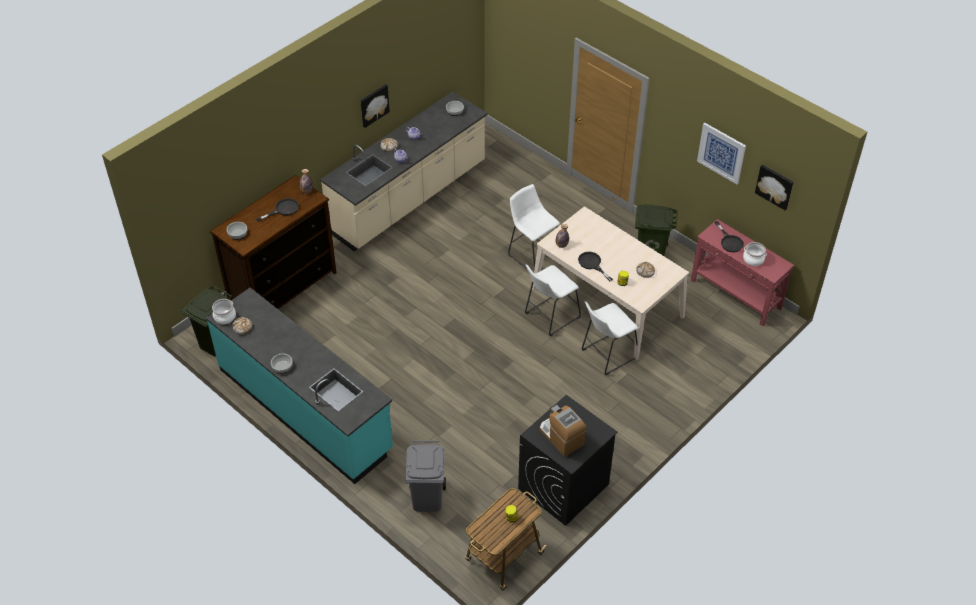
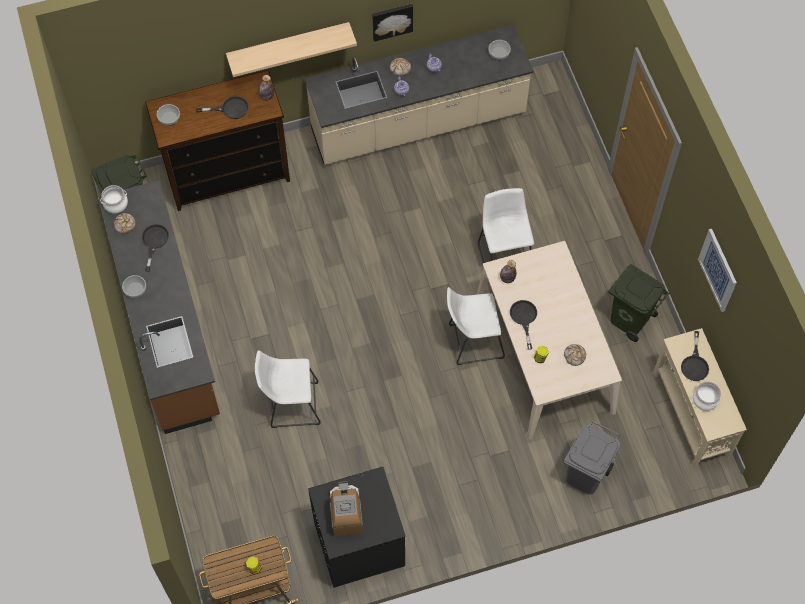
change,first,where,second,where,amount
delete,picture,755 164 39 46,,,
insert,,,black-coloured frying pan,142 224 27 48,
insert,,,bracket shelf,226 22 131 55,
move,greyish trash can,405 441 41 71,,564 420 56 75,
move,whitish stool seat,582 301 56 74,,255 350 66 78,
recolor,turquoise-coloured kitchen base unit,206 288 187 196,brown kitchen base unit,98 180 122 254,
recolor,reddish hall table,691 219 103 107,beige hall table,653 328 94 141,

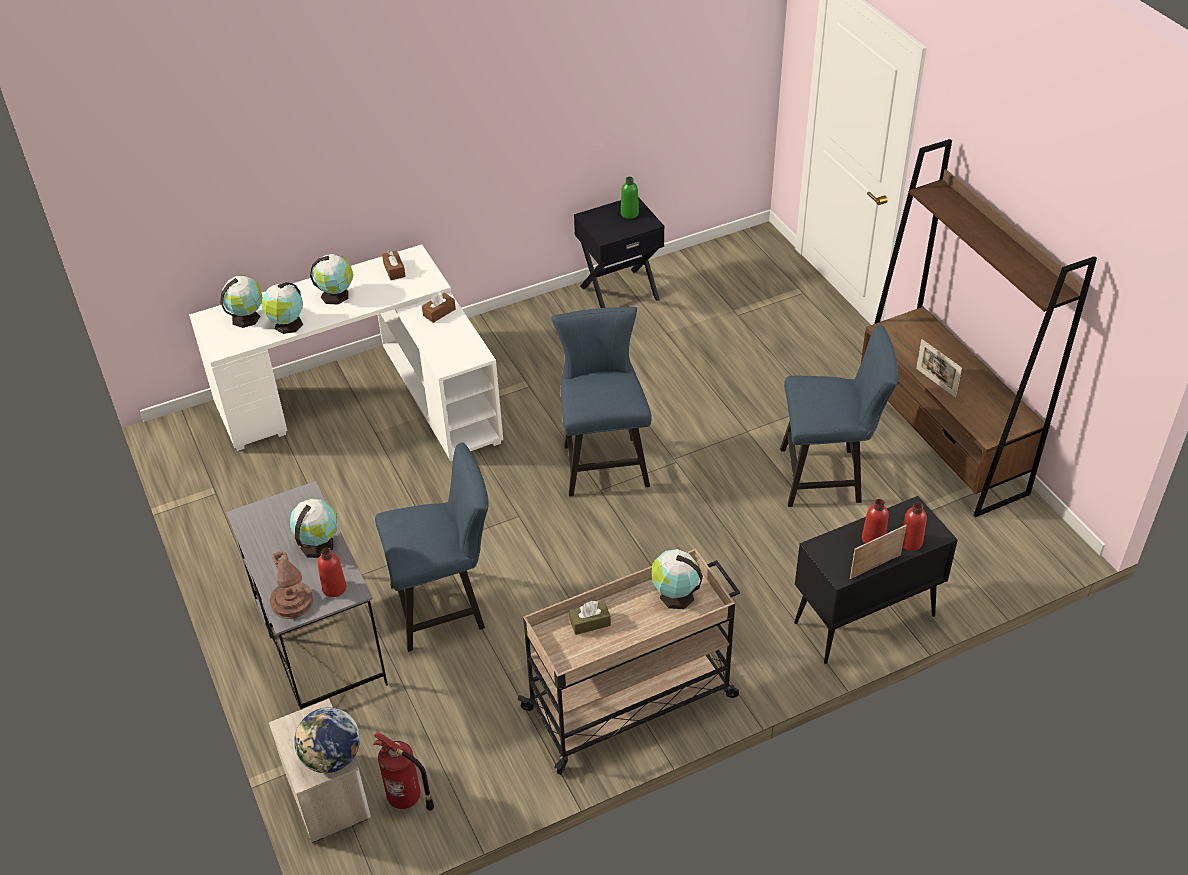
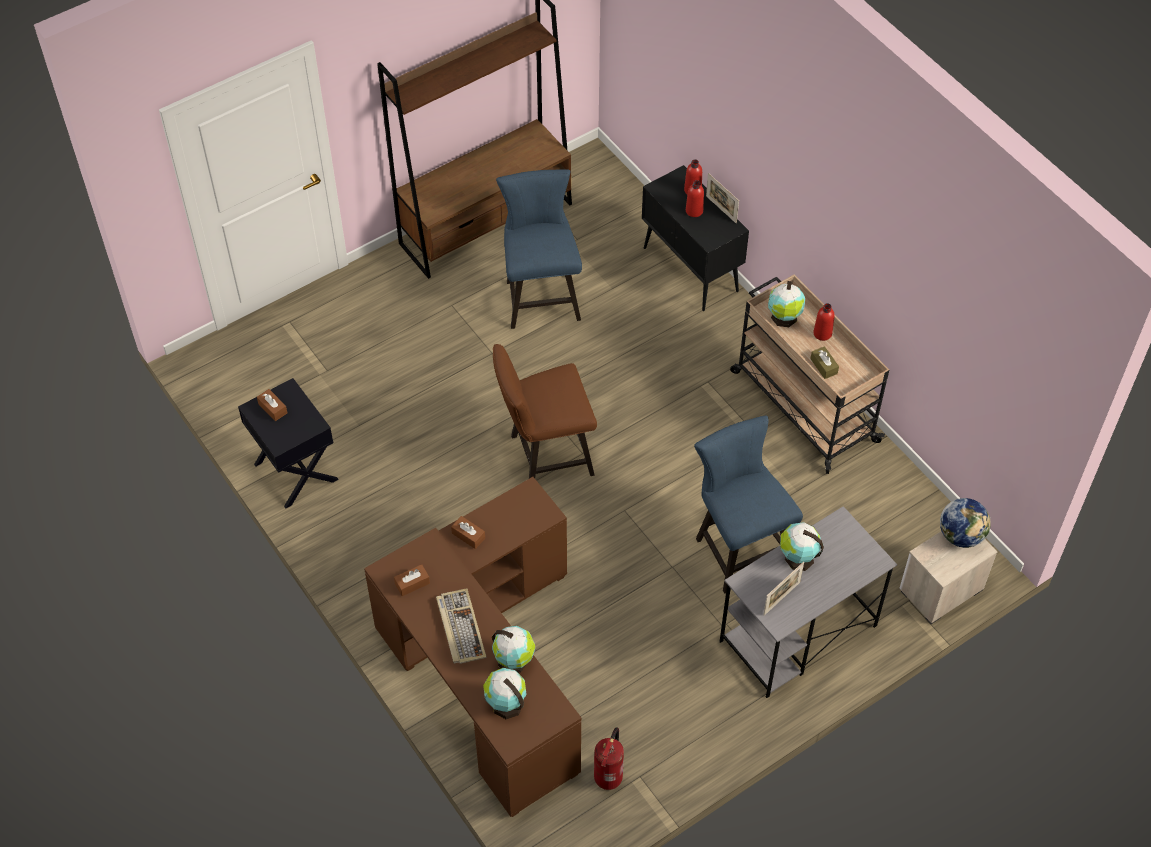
change,first,where,second,where,amount
delete,brown table lamp,270 552 43 67,,,
move,reddish bottle,318 548 28 49,,813 303 22 38,
move,fire-fighting cylinder,373 731 61 80,,594 727 30 63,
move,standing frame,916 339 46 58,,763 562 41 54,
replace,desk globe,310 254 43 51,keyboard,436 588 51 76,
replace,green-coloured bottle,621 177 18 42,brown box of tissues,257 389 30 32,
recolor,whitish desk table,189 244 314 217,brown desk table,364 477 218 340,
recolor,blue-coloured upright chair,551 307 101 189,brown upright chair,493 344 104 135,

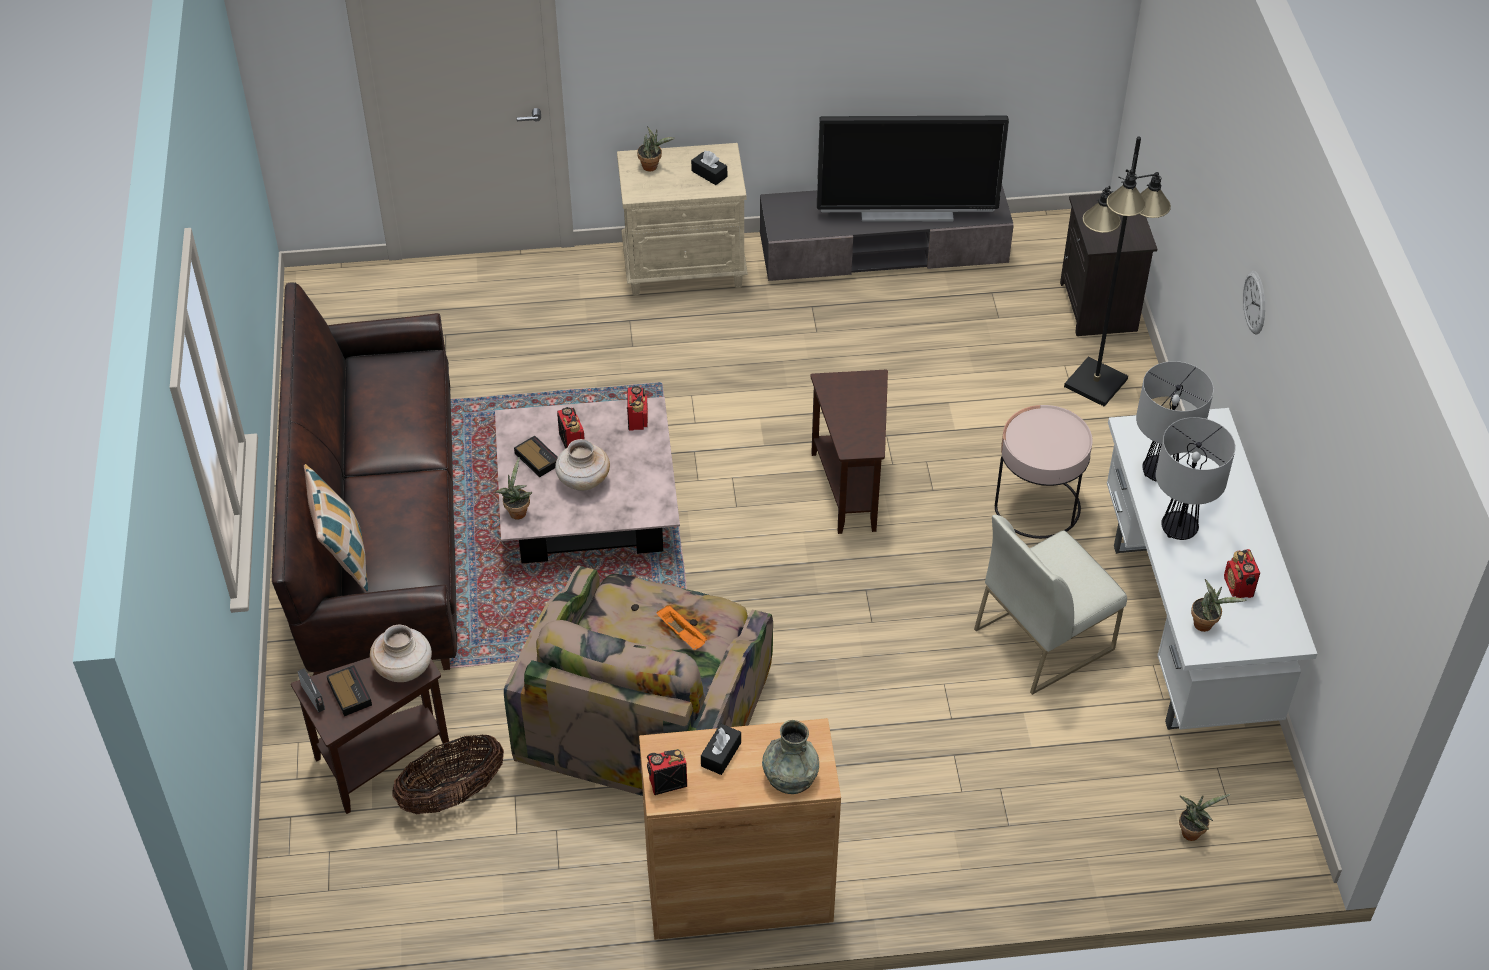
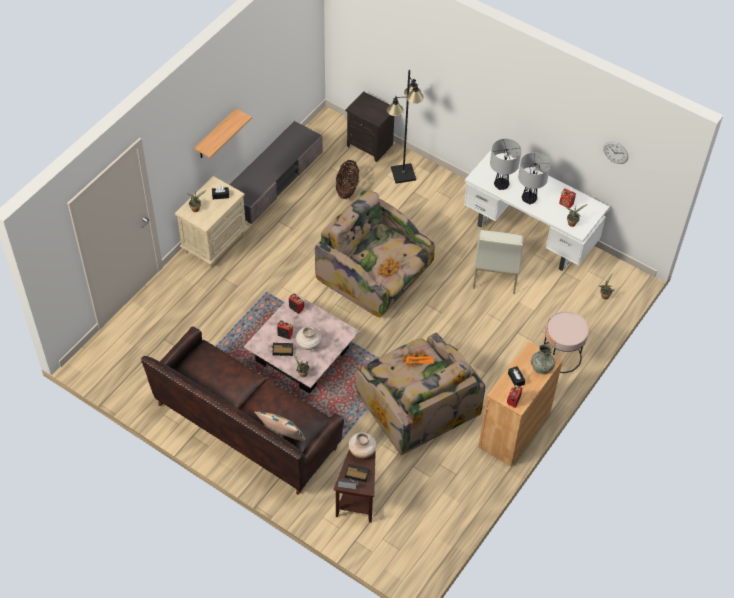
change,first,where,second,where,amount
delete,television,817 116 192 106,,,
insert,,,bracket shelf,194 109 58 49,
move,basket,392 734 112 80,,336 160 23 39,
move,pinkish end table,995 405 98 134,,544 311 45 62,
move,hanging clock,1243 271 22 63,,603 141 25 23,
replace,brown end table,810 370 78 164,armchair,315 190 120 128,

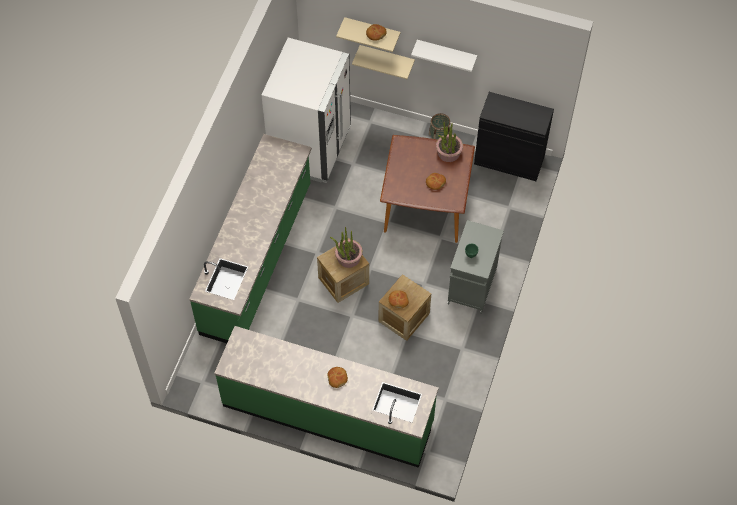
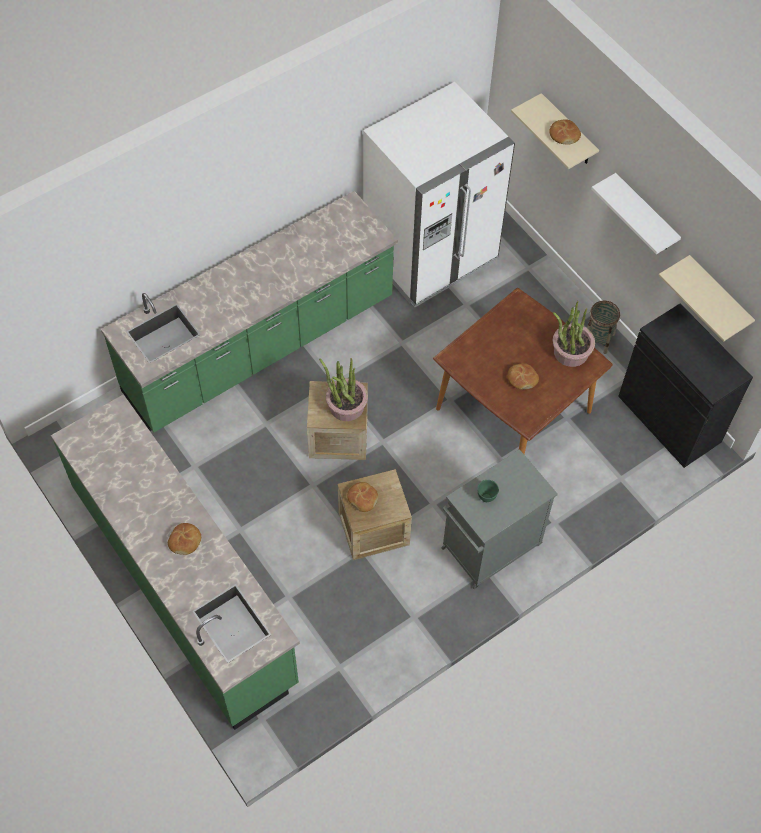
change,first,where,second,where,amount
move,beige bracket shelf,352 45 63 34,,658 255 97 87,

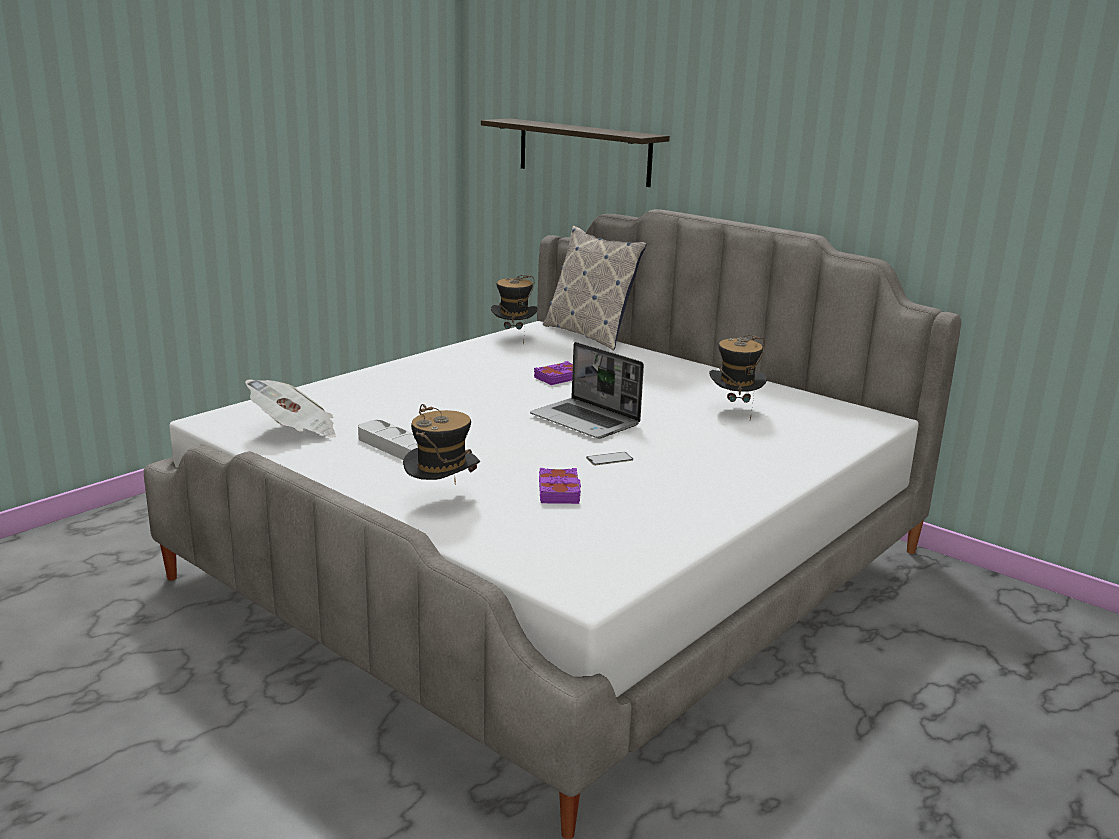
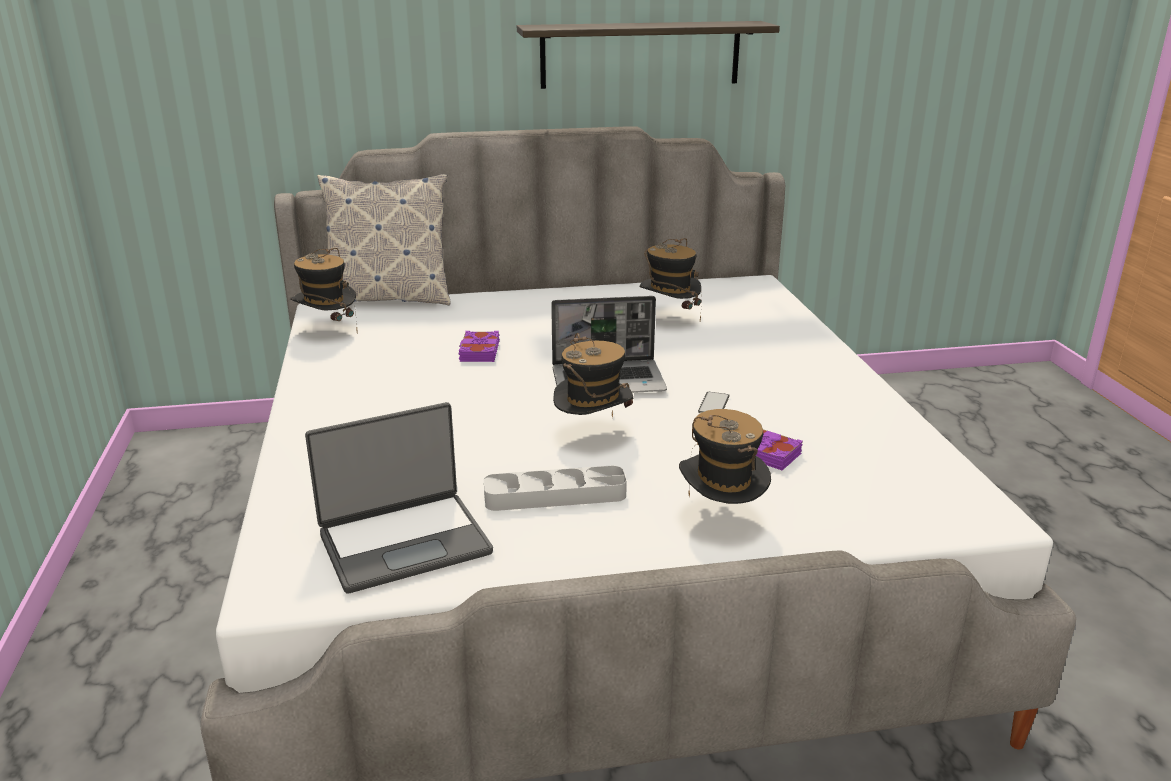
change,first,where,second,where,amount
insert,,,wearable hat,553 333 81 85,
move,bracket shelf,481 118 189 69,,517 21 263 68,
replace,printed paper,245 379 91 59,notebook computer,305 402 188 192,

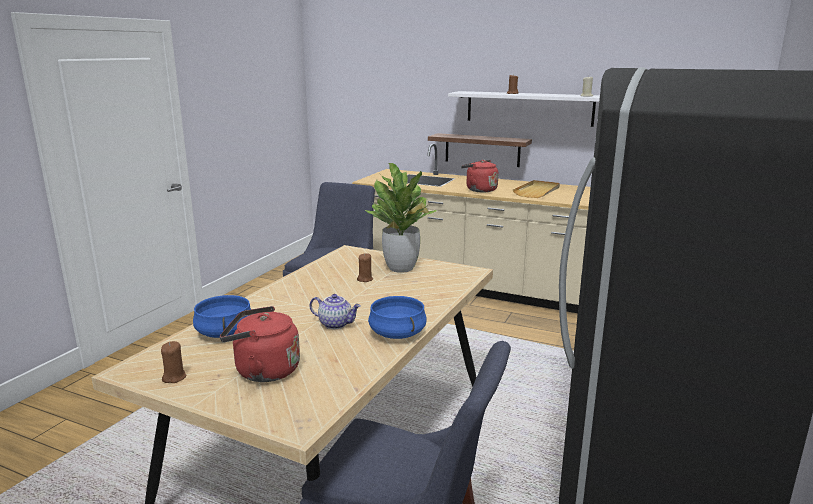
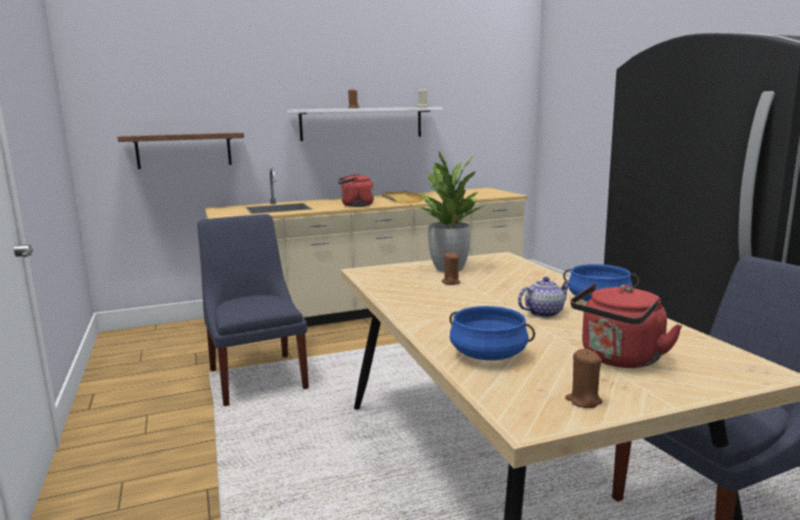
change,first,where,second,where,amount
move,bracket shelf,428 133 104 34,,117 132 127 37,

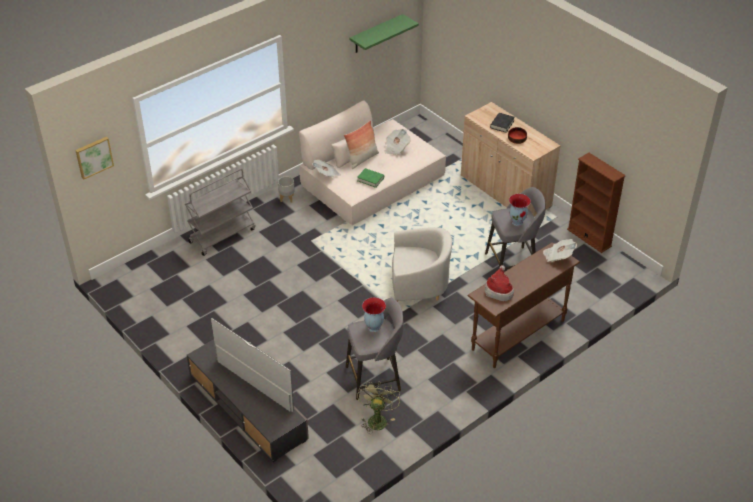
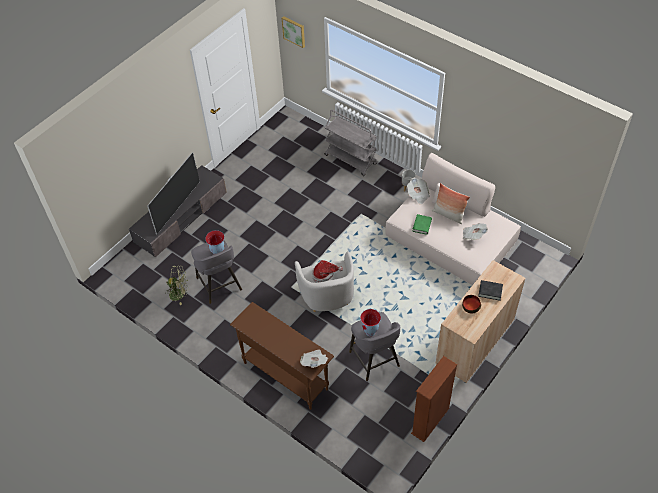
change,first,where,second,where,amount
delete,green-coloured bracket shelf,350 14 69 39,,,
move,wearable hat,485 265 29 36,,312 260 31 23,

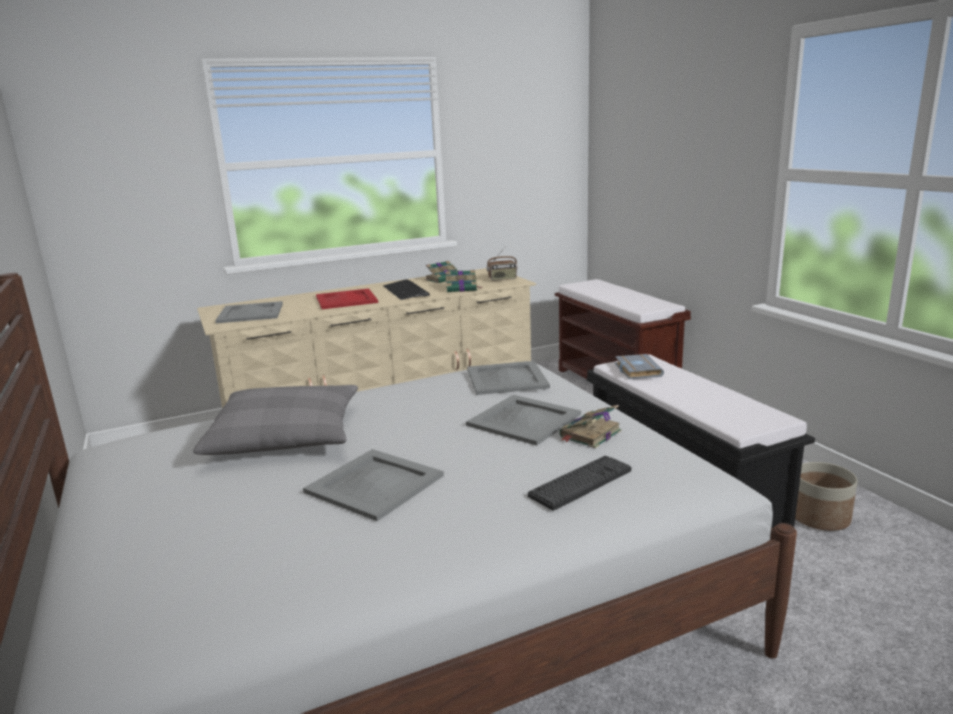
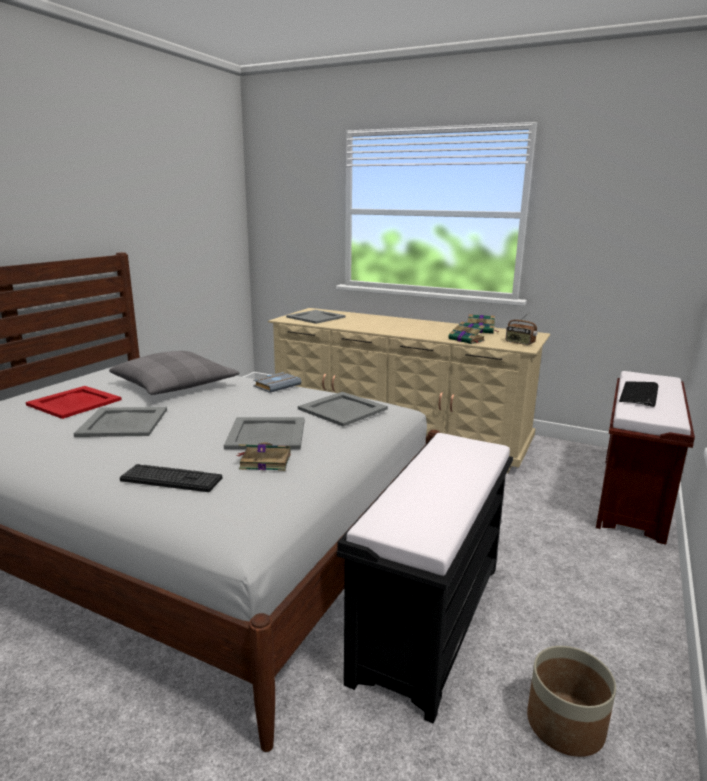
change,first,where,second,where,amount
move,reddish tray,316 288 62 21,,26 386 96 33,
move,keyboard,383 279 47 21,,619 381 39 26,
move,greyish bound book,615 354 49 25,,253 372 48 21,

